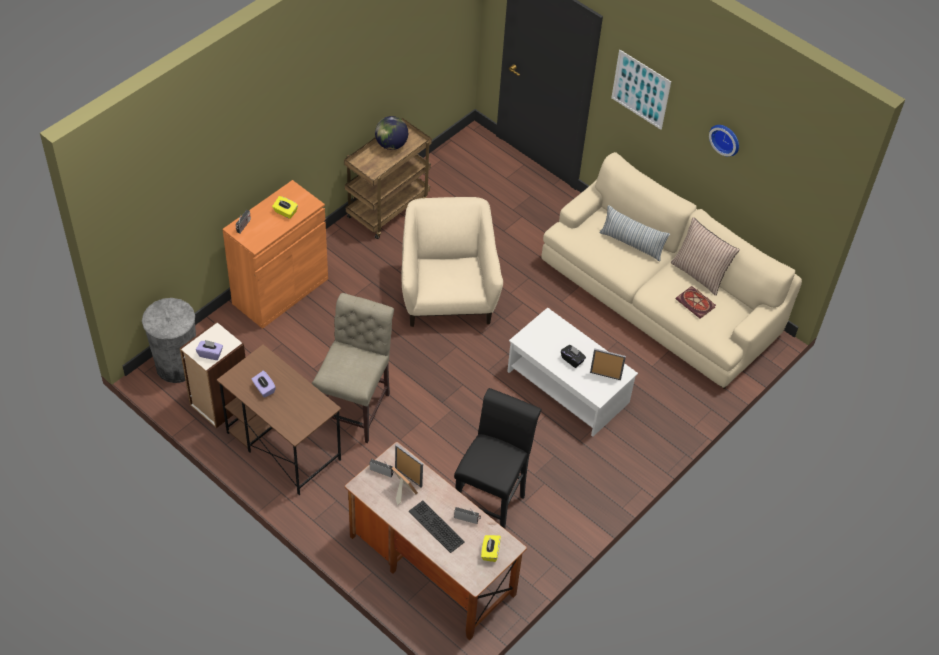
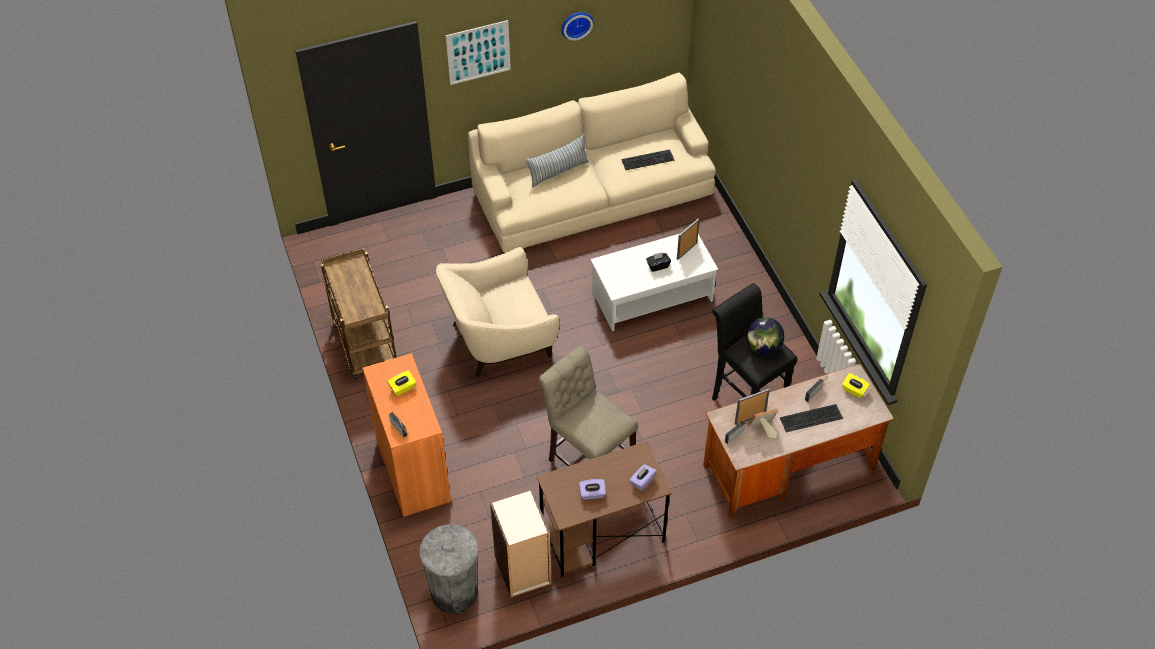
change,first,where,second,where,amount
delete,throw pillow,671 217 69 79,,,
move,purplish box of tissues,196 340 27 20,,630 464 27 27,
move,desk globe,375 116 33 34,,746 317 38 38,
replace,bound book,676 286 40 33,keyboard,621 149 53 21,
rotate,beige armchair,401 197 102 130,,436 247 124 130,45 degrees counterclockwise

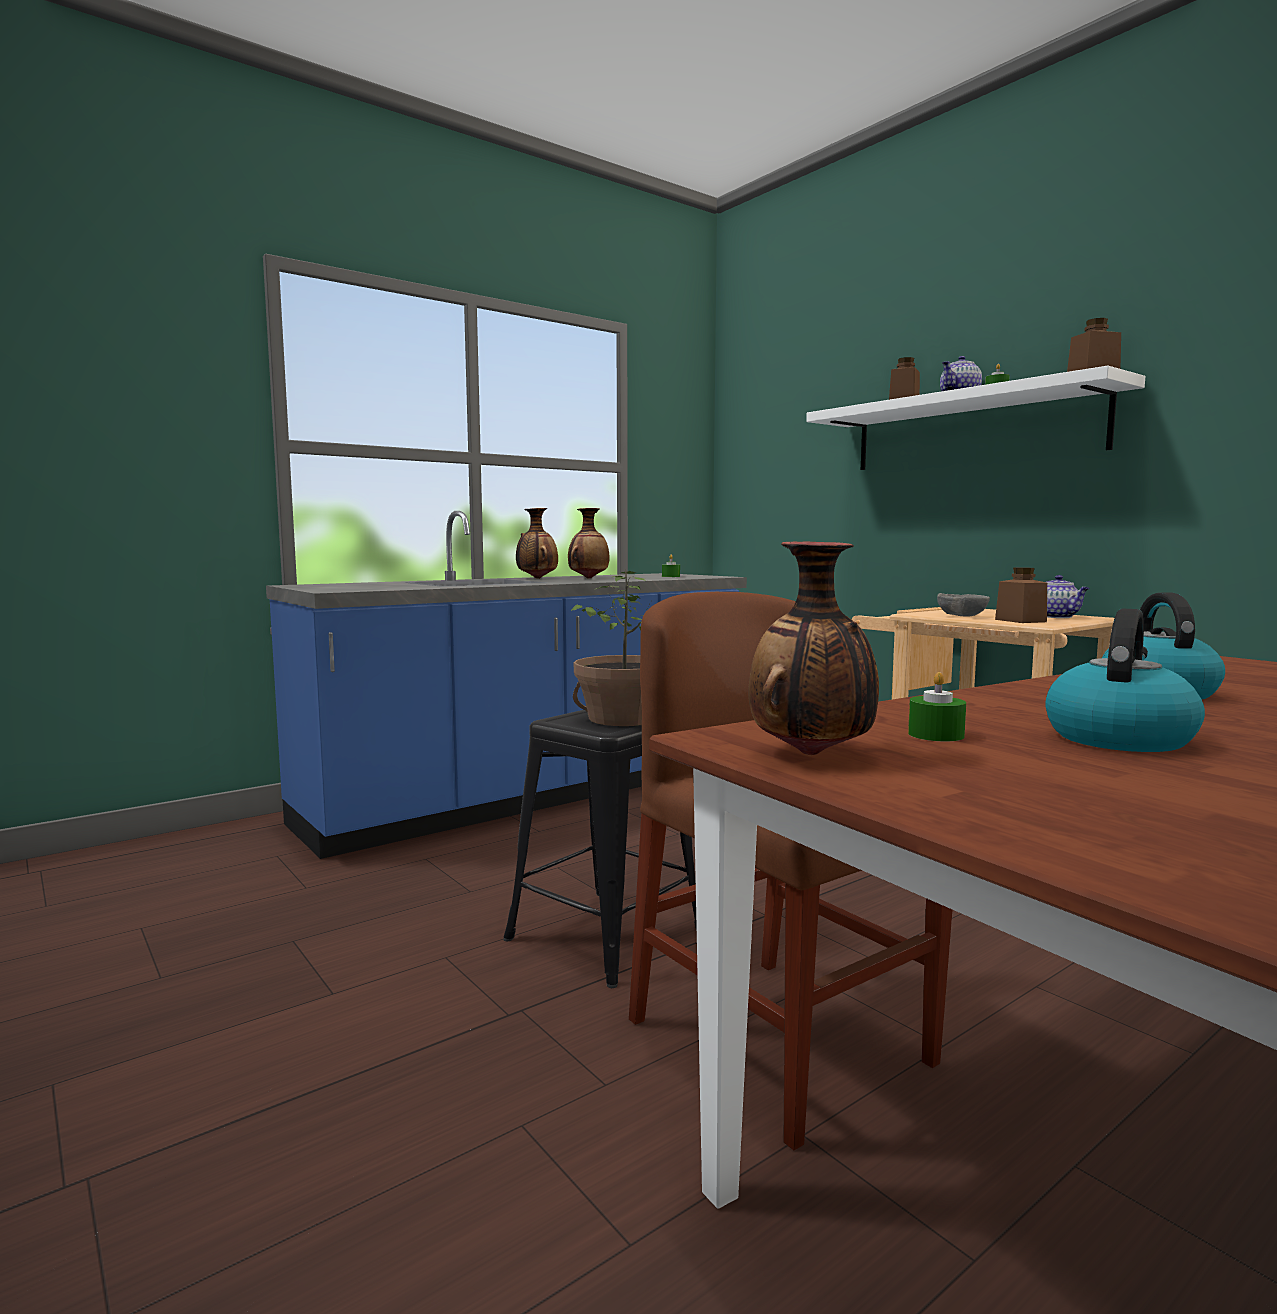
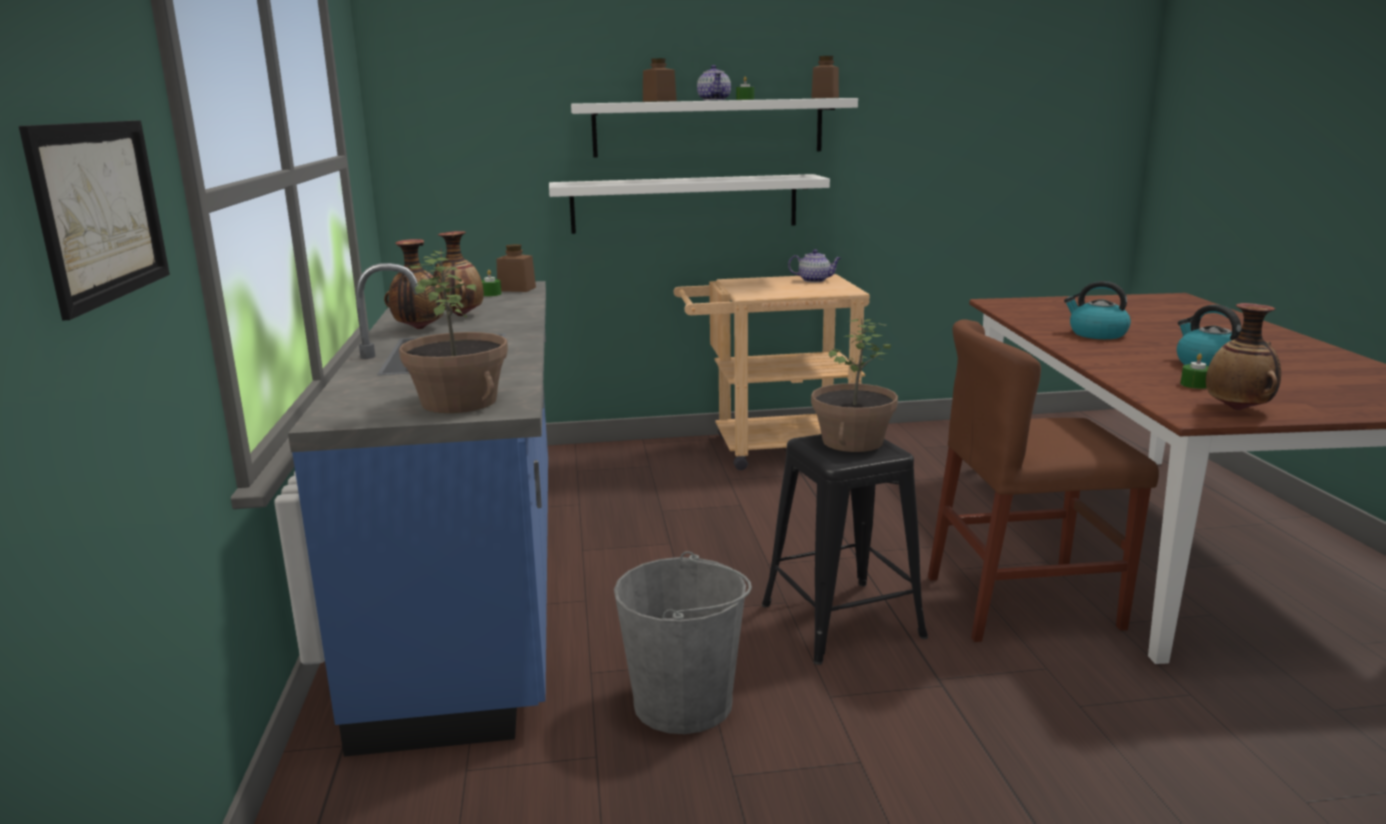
change,first,where,second,where,amount
delete,greyish bowl,937 593 53 24,,,
insert,,,picture,19 120 151 201,
insert,,,plant in a pot,399 249 109 164,
insert,,,whitish bracket shelf,549 174 281 60,
insert,,,greyish pail,614 551 138 183,
move,brown jar,995 567 52 56,,497 244 39 48,

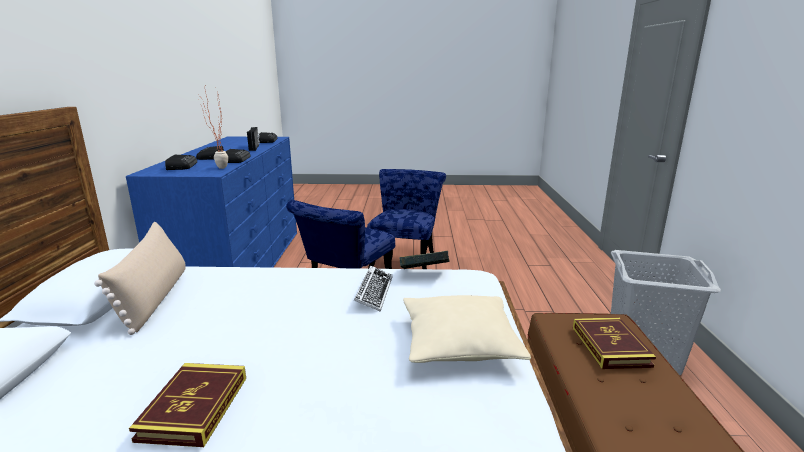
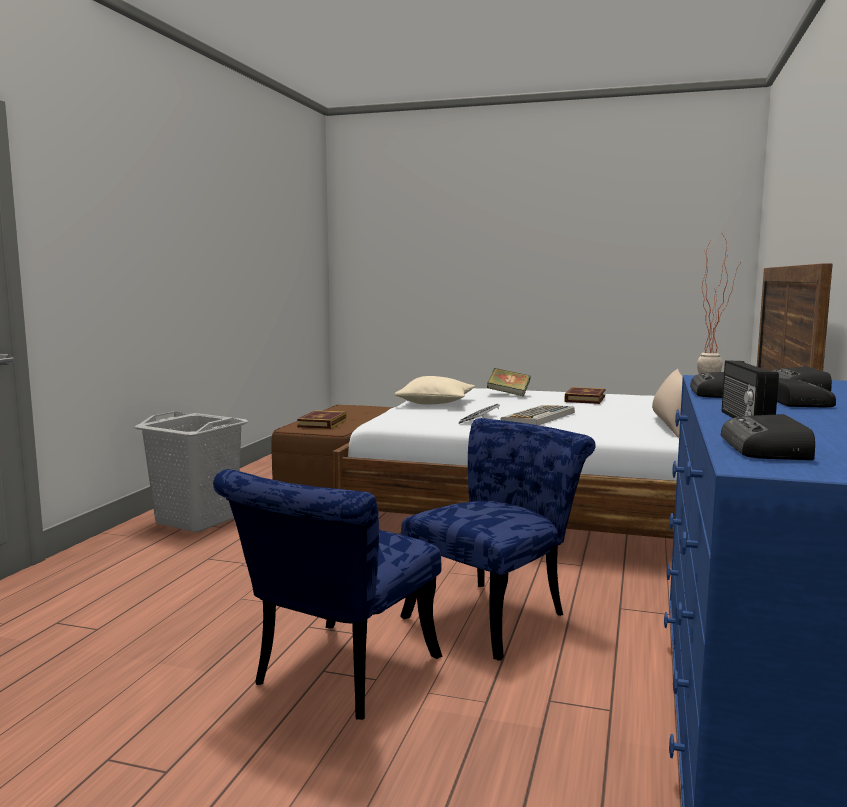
change,first,where,second,where,amount
insert,,,keyboard,501 405 74 20,
move,bound book,399 251 51 18,,487 368 43 29,

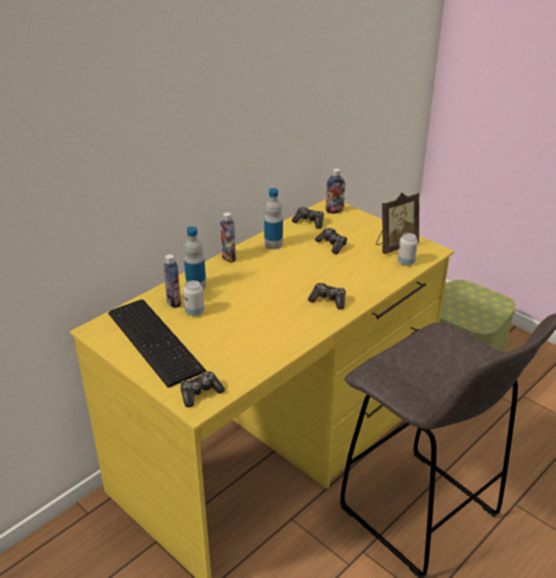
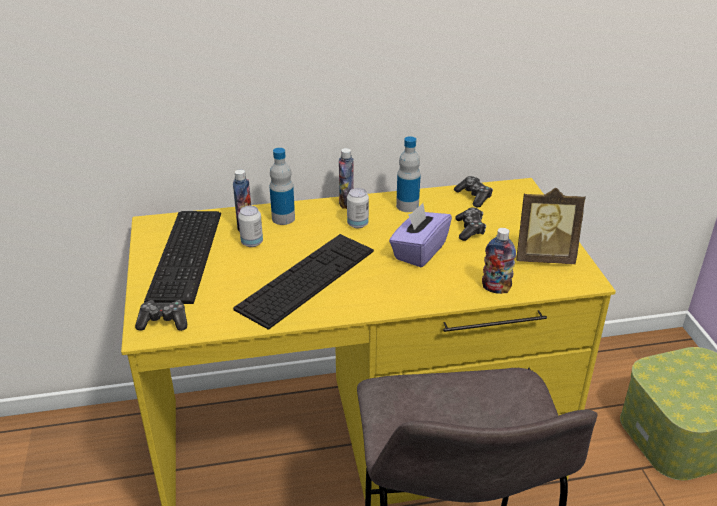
change,first,where,second,where,amount
delete,game controller,308 283 38 27,,,
insert,,,keyboard,233 234 141 96,
insert,,,purplish box of tissues,389 203 63 64,
move,bottle,325 168 20 46,,482 228 34 66,
move,sealed can,398 233 20 33,,347 188 22 40,

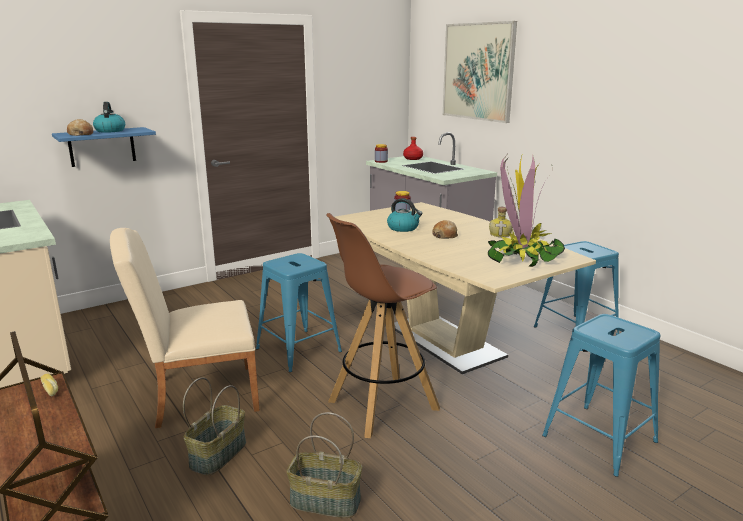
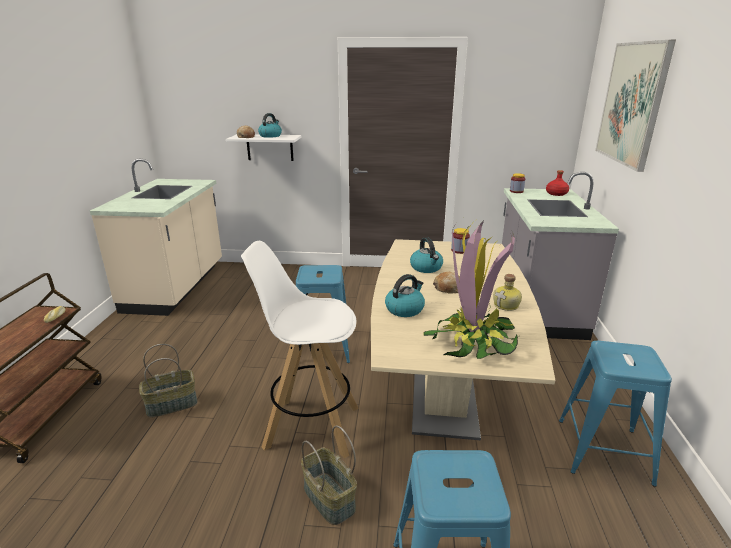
change,first,where,second,where,amount
delete,beige upright chair,110 228 150 200,,,
insert,,,water kettle,385 274 40 43,
move,basket,286 412 76 106,,301 425 56 100,
recolor,blue-coloured bracket shelf,52 127 104 40,whitish bracket shelf,226 134 75 27,
recolor,brown stool seat,326 213 114 225,whitish stool seat,241 241 118 217,

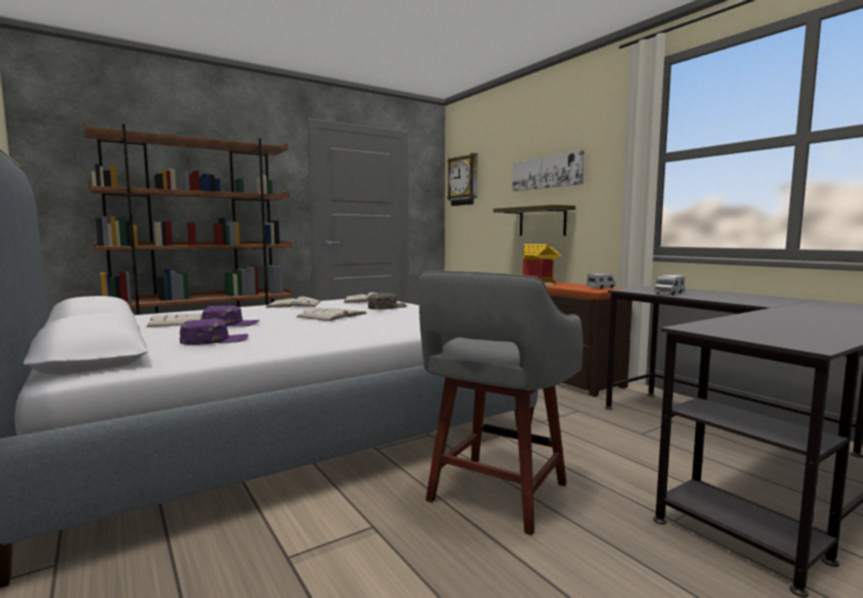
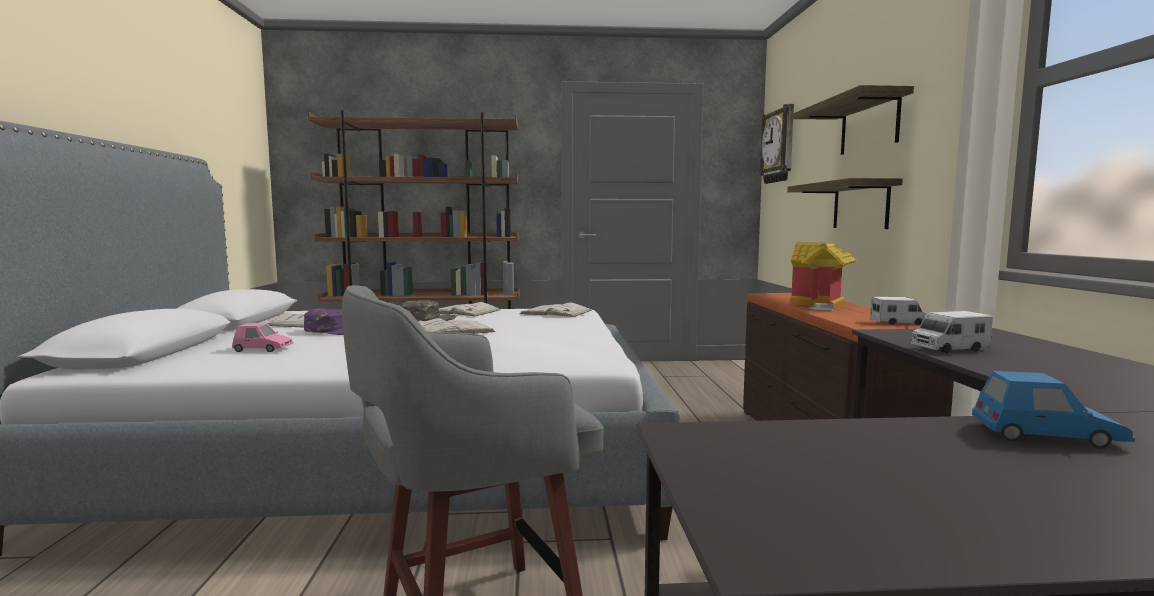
change,first,where,second,where,amount
insert,,,blue-coloured model car,972 371 163 78,
move,green-coloured baseball cap,368 293 39 17,,401 300 56 21,
replace,purplish baseball cap,180 318 68 27,pinkish model car,232 323 61 29,
replace,picture,512 150 72 41,bracket shelf,793 85 121 70,

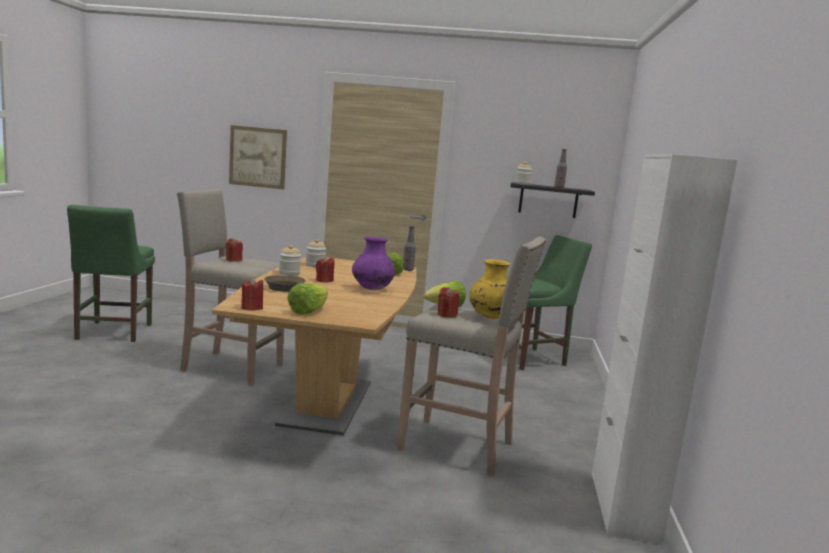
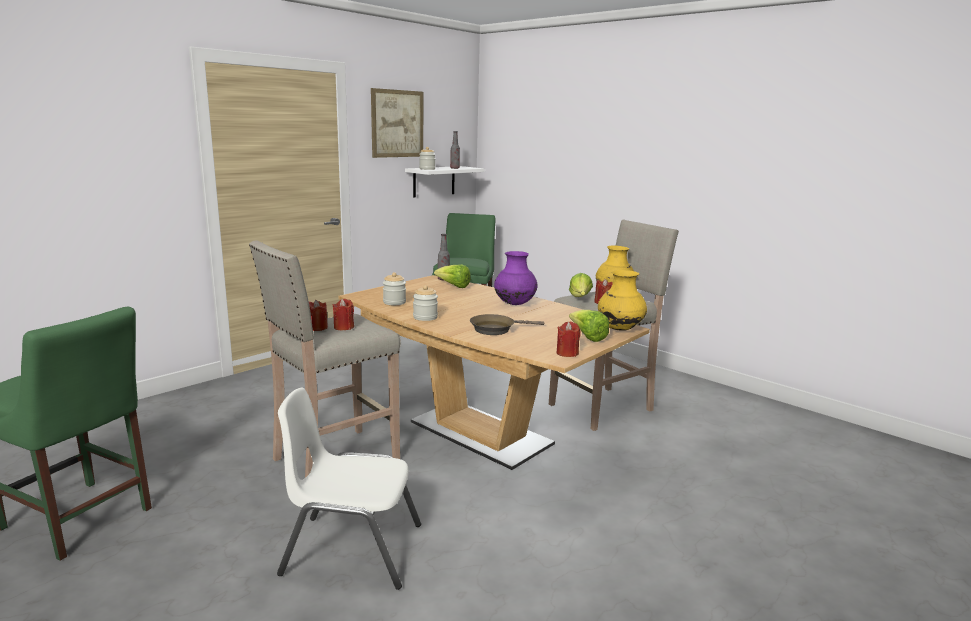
change,first,where,second,where,amount
delete,whitish cabinet,592 154 145 391,,,
insert,,,whitish upright chair,277 388 144 202,
insert,,,yellowish decorative vase,598 270 49 61,
move,picture,229 125 58 64,,371 88 52 70,
move,reddish wax light,316 256 18 26,,332 299 22 31,
recolor,black-coloured bracket shelf,511 182 84 36,whitish bracket shelf,405 166 80 32,

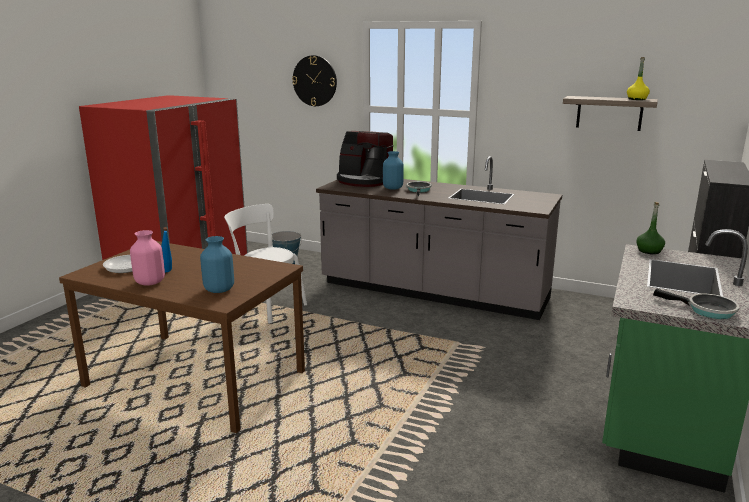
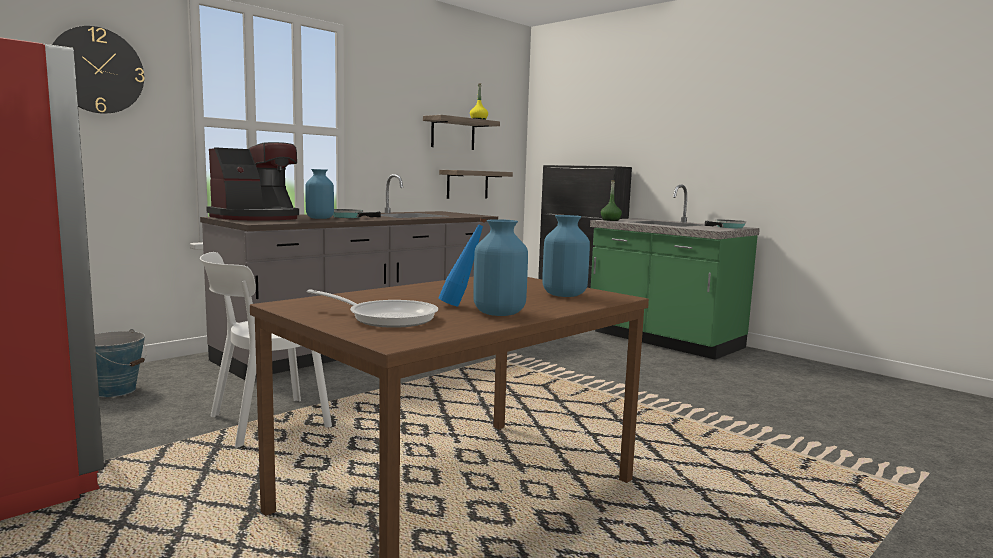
change,first,where,second,where,amount
insert,,,bracket shelf,439 170 74 29,
recolor,pinkish decorative vase,130 230 35 56,blue-coloured decorative vase,473 219 55 97,

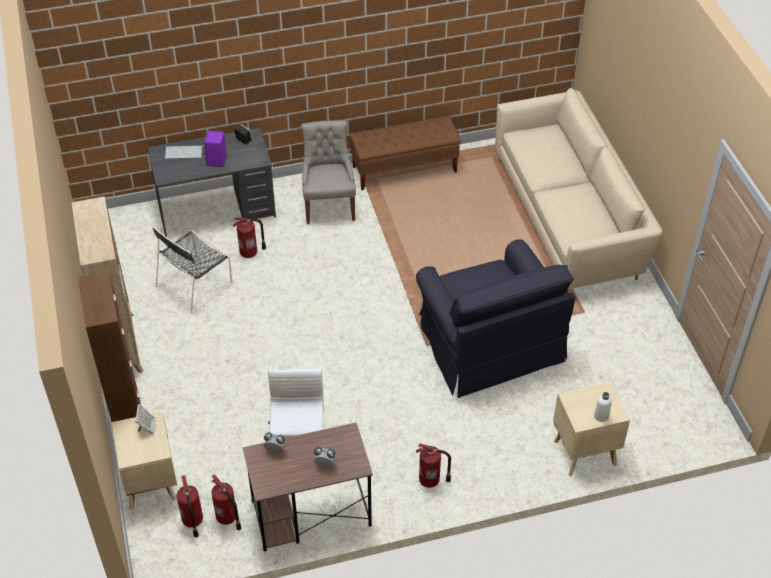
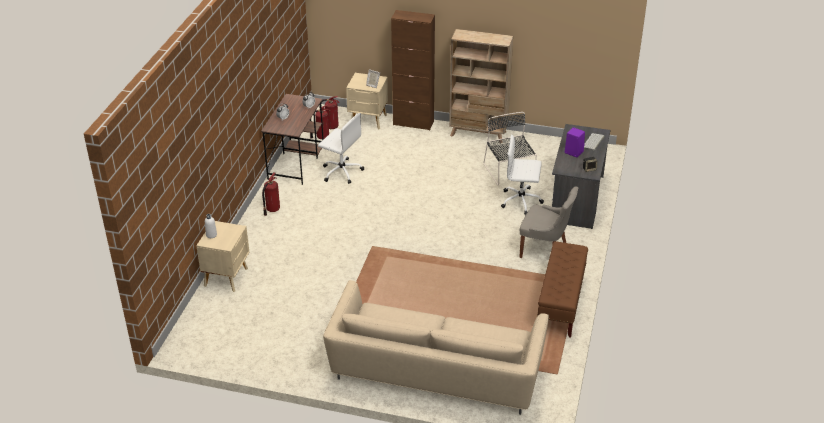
change,first,where,second,where,amount
delete,black-coloured armchair,416 239 159 159,,,
replace,fire-fighting cylinder,233 217 33 41,whitish office chair,501 134 43 81,

